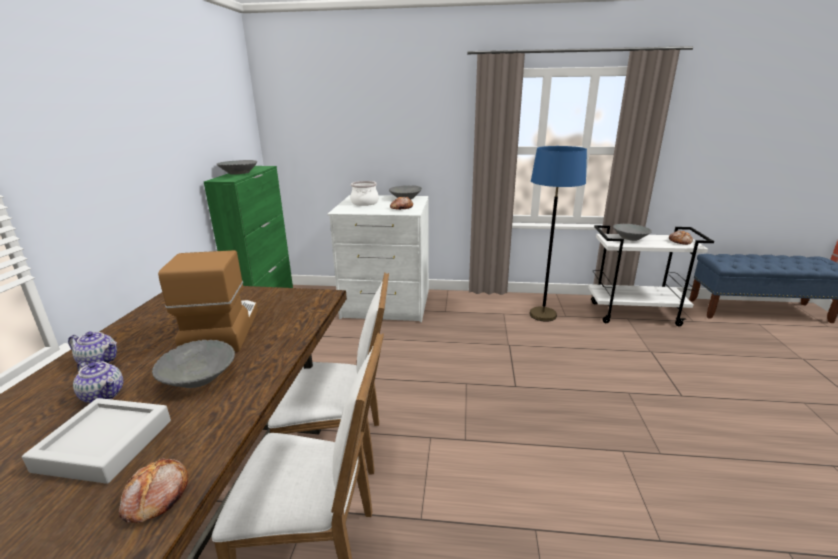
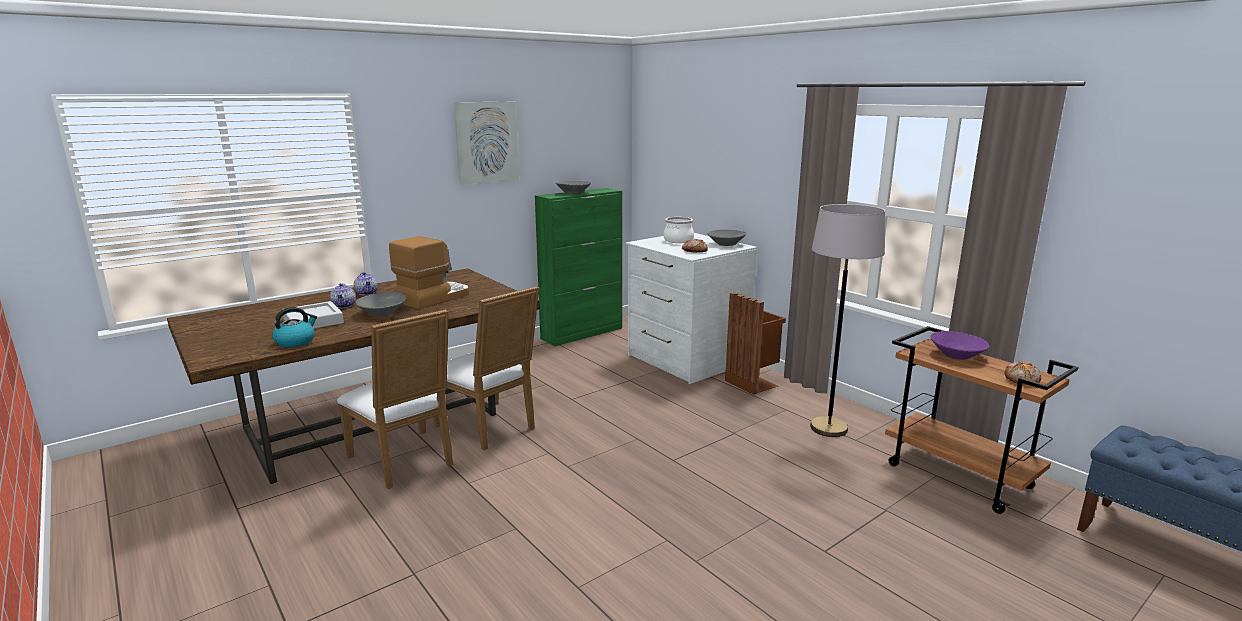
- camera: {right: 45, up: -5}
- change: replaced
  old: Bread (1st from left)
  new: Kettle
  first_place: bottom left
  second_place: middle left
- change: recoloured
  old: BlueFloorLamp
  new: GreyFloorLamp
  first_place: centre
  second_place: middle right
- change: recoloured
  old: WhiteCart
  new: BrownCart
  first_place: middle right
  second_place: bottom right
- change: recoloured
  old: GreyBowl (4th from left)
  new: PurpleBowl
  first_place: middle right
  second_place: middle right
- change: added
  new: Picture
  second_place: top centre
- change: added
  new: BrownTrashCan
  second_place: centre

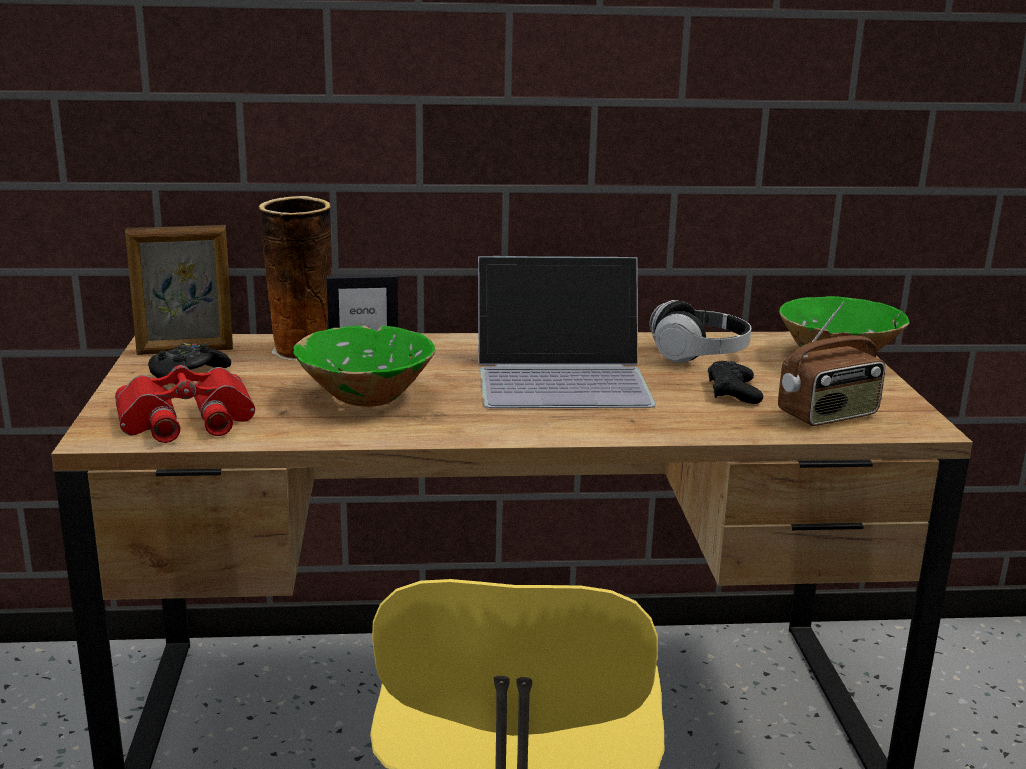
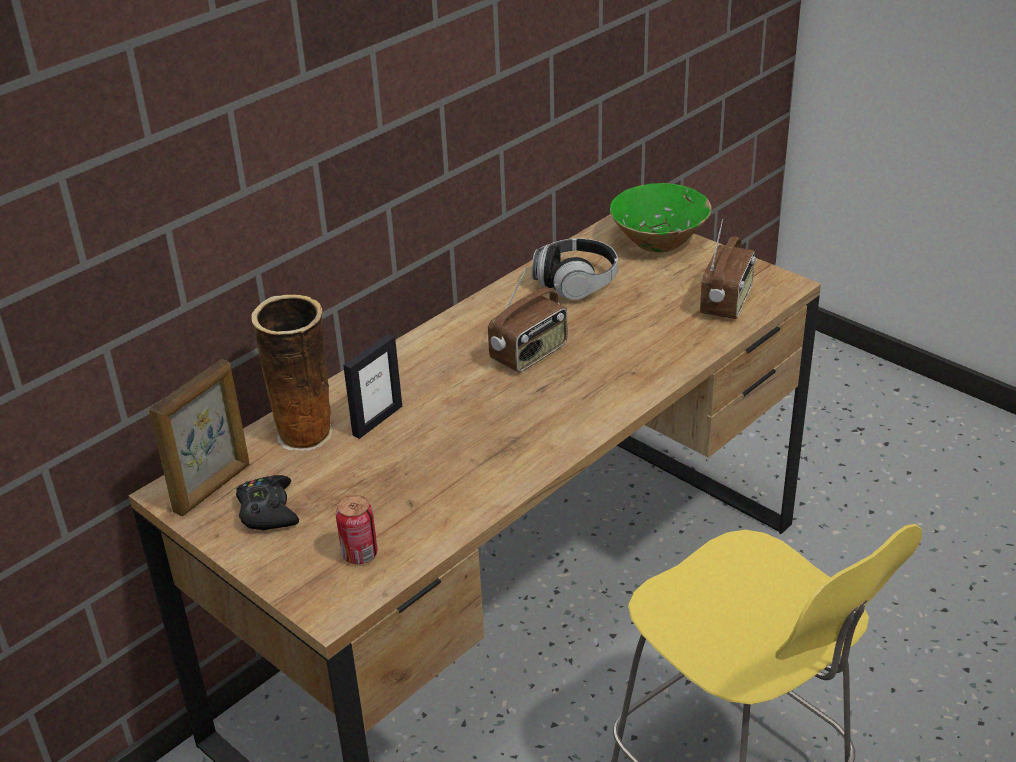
- camera: {right: -40, up: 15}
- change: replaced
  old: RedBinoculars
  new: Can
  first_place: middle left
  second_place: bottom centre
- change: removed
  old: GreenBowl (1st from left)
  first_place: centre
- change: replaced
  old: Laptop
  new: Radio (1st from left)
  first_place: centre
  second_place: centre
- change: removed
  old: BlackGameController (2nd from left)
  first_place: middle right

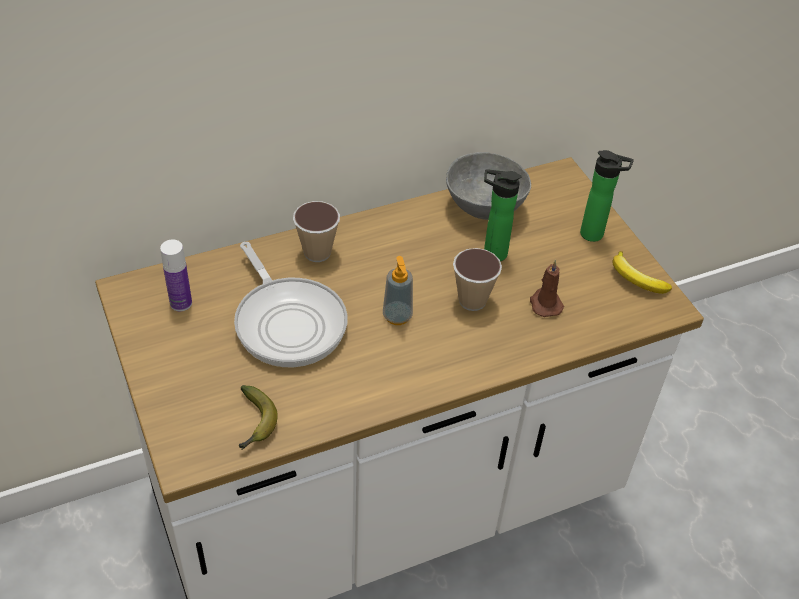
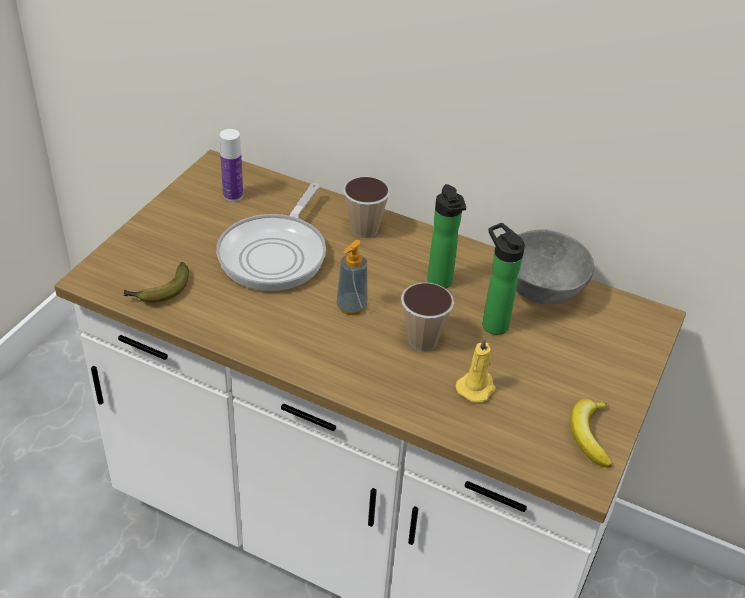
- camera: {right: 50, up: -5}
- change: recoloured
  old: BrownCandle
  new: YellowCandle
  first_place: middle right
  second_place: centre
- change: moved
  old: Bottle (3rd from left in the first image)
  new: Bottle (2nd from left)
  first_place: top right
  second_place: centre

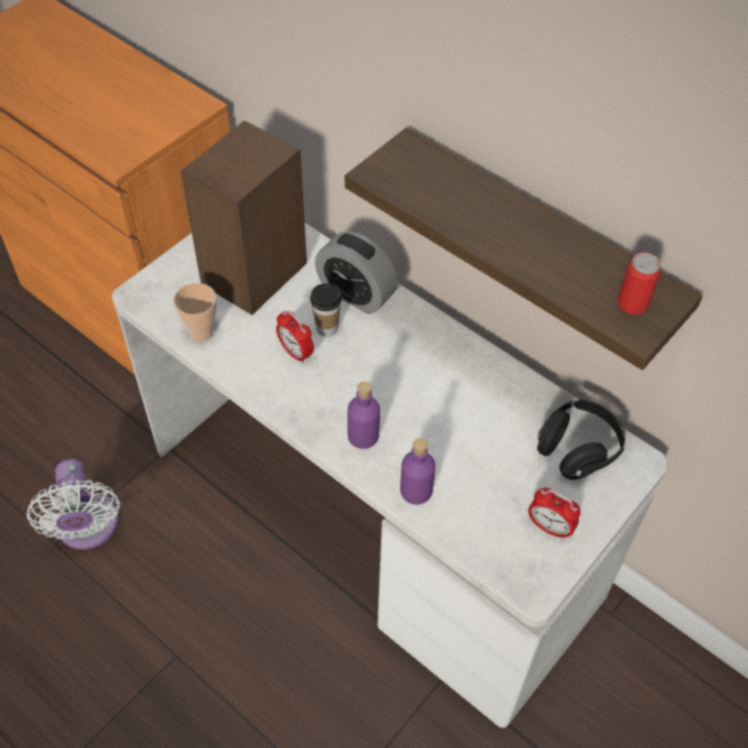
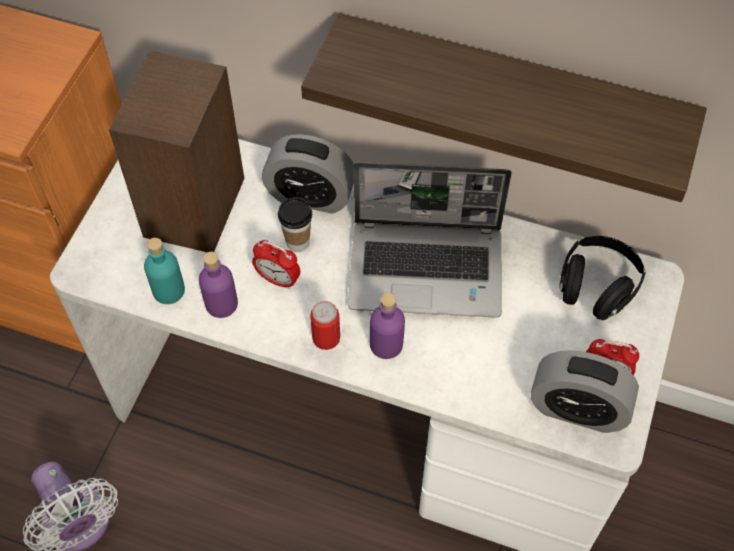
- camera: {right: -20, up: 5}
- change: replaced
  old: Cup (1st from left)
  new: TurquoiseBottle
  first_place: middle left
  second_place: middle left
- change: moved
  old: PurpleBottle (2nd from left in the first image)
  new: PurpleBottle (1st from left)
  first_place: centre
  second_place: middle left
- change: moved
  old: Can
  first_place: middle right
  second_place: centre
- change: added
  new: Laptop
  second_place: centre
- change: added
  new: AlarmClock (3rd from left)
  second_place: bottom right

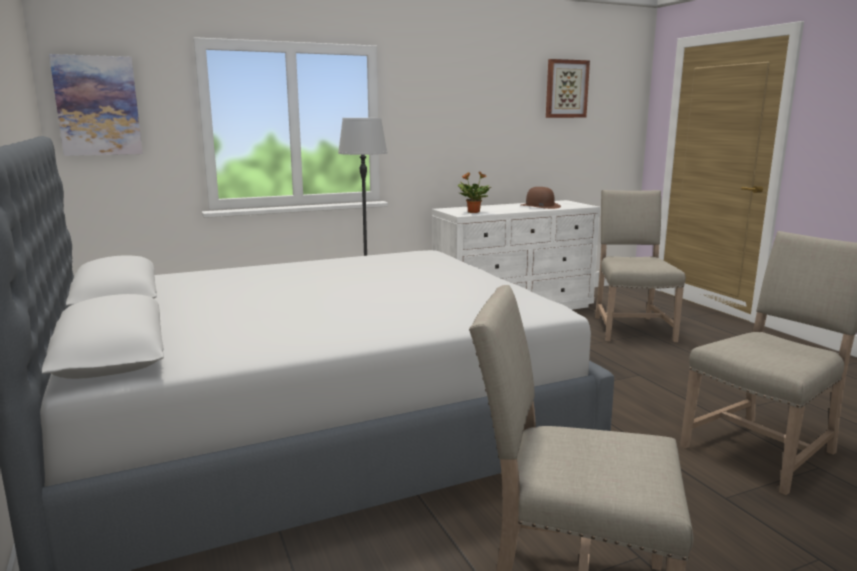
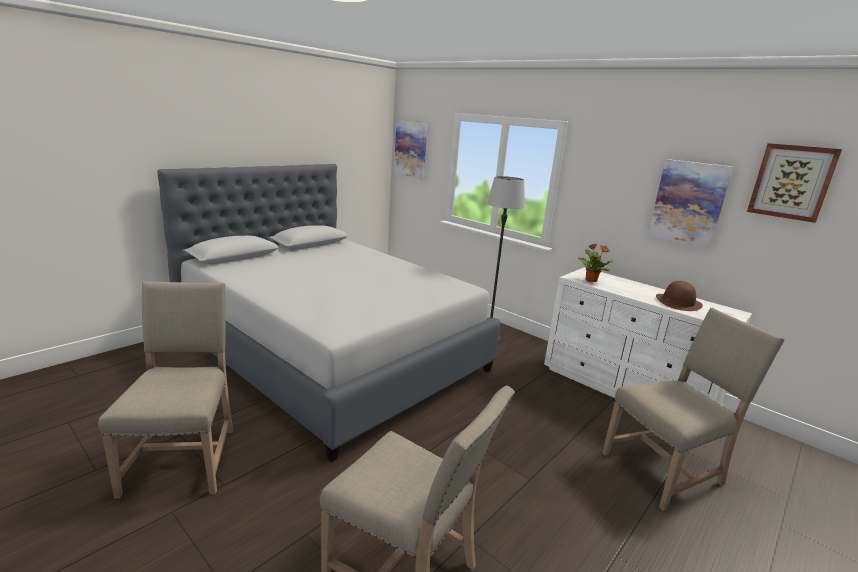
- camera: {right: 65, up: 5}
- change: added
  new: Picture (2nd from left)
  second_place: middle right

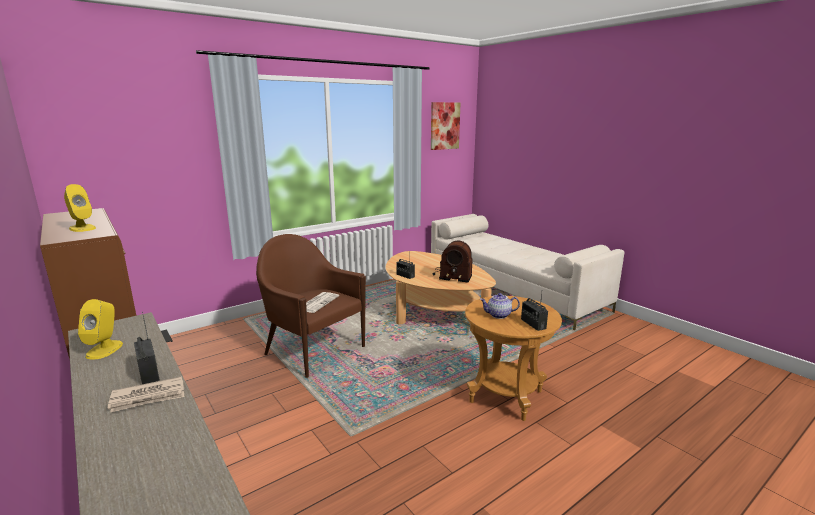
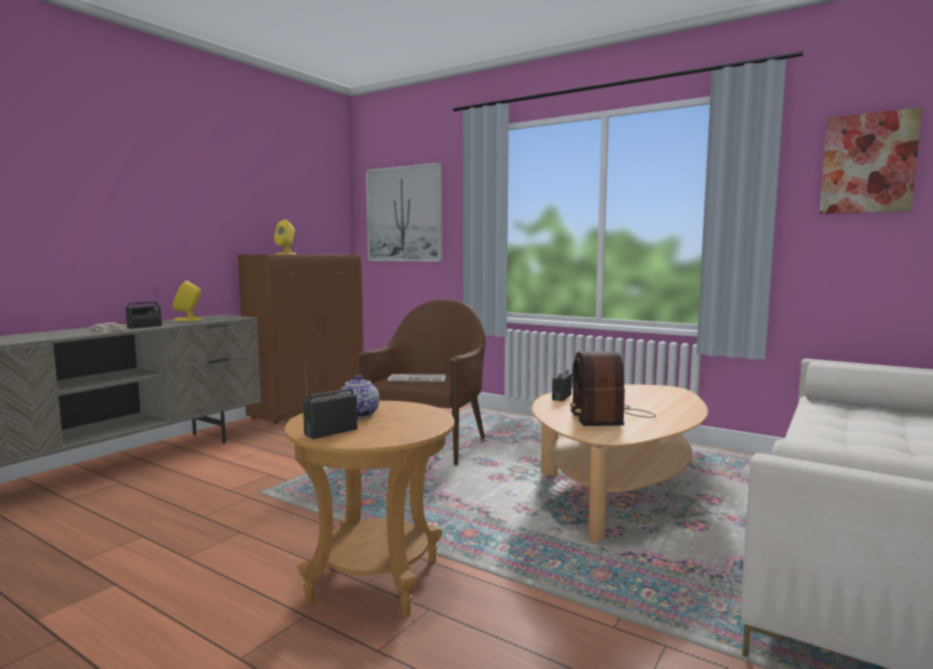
- camera: {right: 70, up: -10}
- change: added
  new: Picture (1st from left)
  second_place: top centre

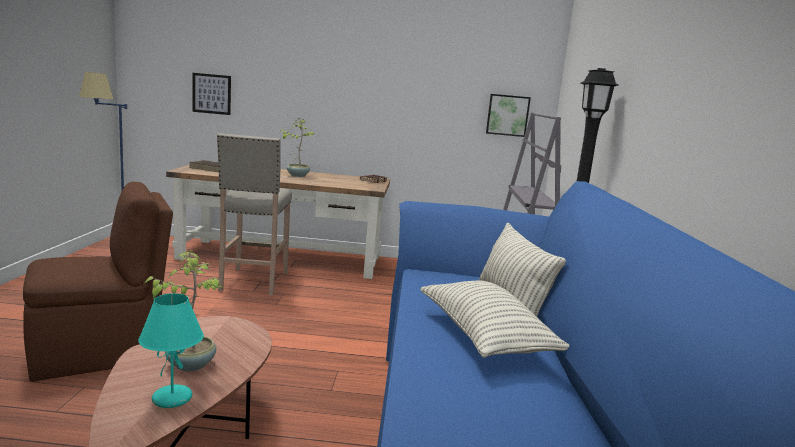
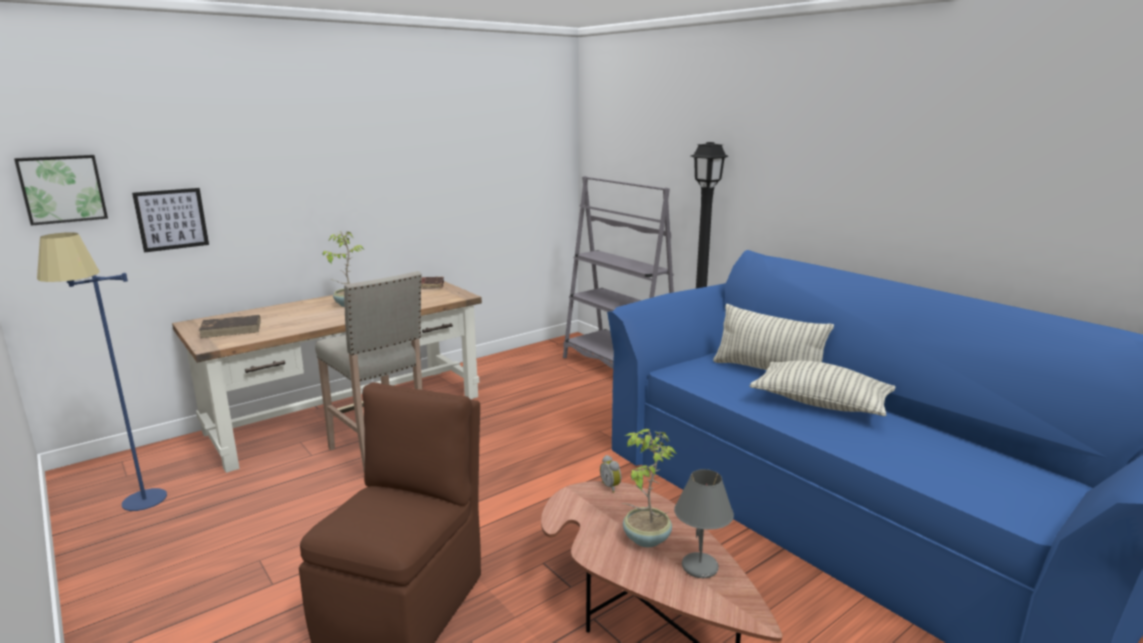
- camera: {right: -40, up: 5}
- change: recoloured
  old: TurquoiseTableLamp
  new: GreyTableLamp
  first_place: bottom left
  second_place: bottom centre
- change: moved
  old: Picture (2nd from left in the first image)
  new: Picture (1st from left)
  first_place: top centre
  second_place: top left
- change: added
  new: AlarmClock
  second_place: bottom centre

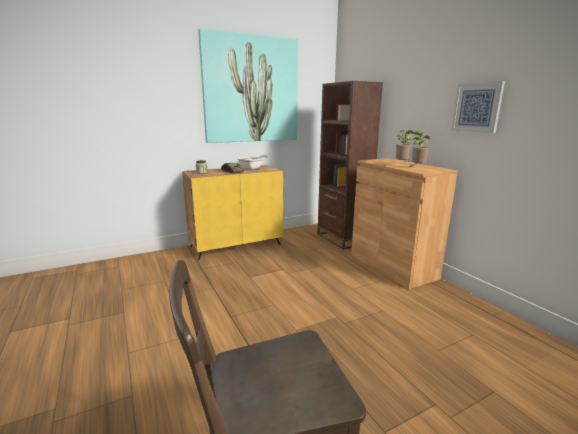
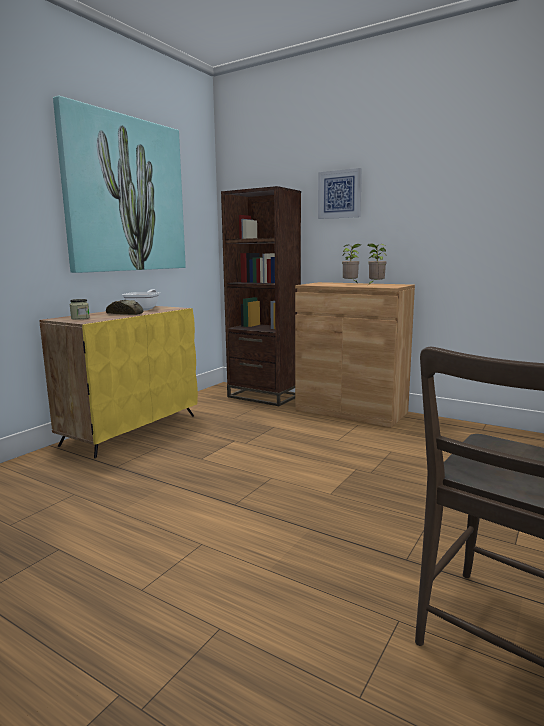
- camera: {right: -30, up: -5}
- change: moved
  old: Picture (2nd from left)
  first_place: top right
  second_place: top centre

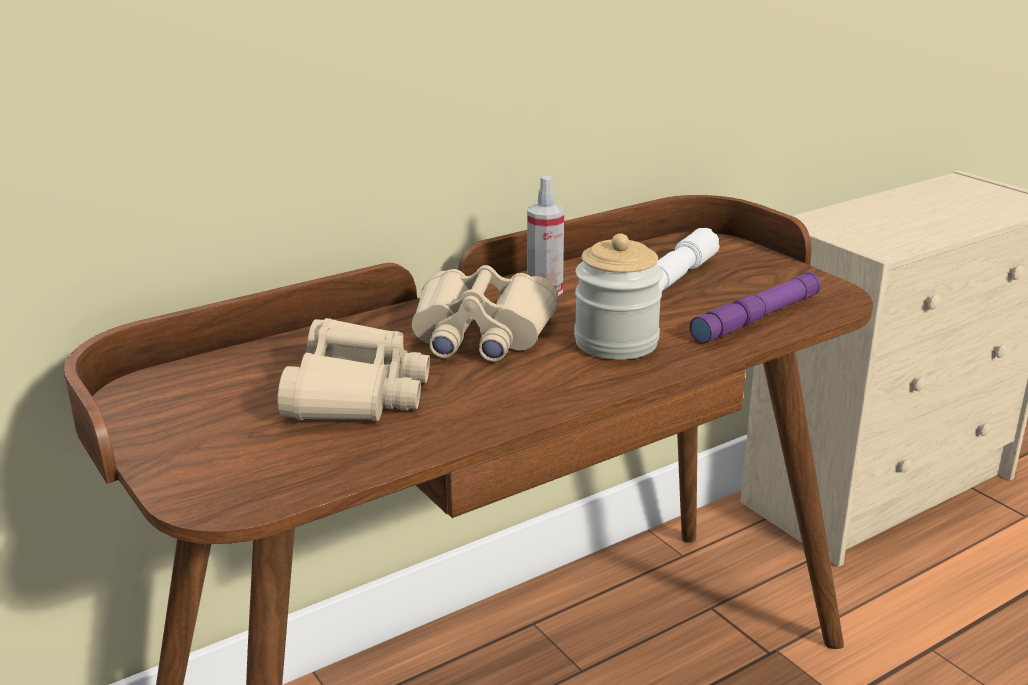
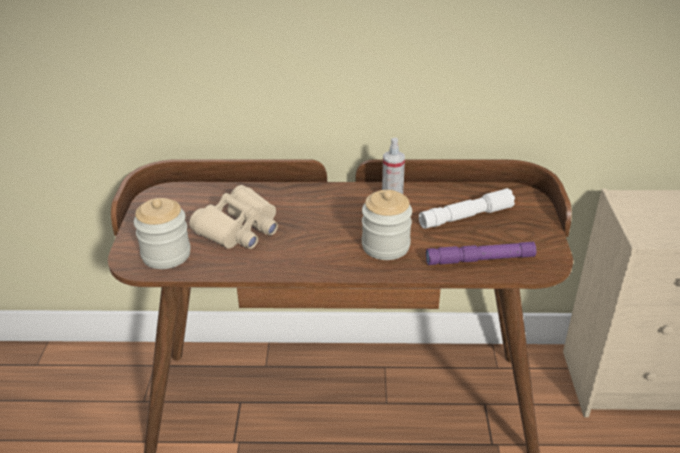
- camera: {right: 35, up: 10}
- change: removed
  old: BeigeBinoculars (2nd from left)
  first_place: centre
- change: added
  new: Jar (1st from left)
  second_place: middle left

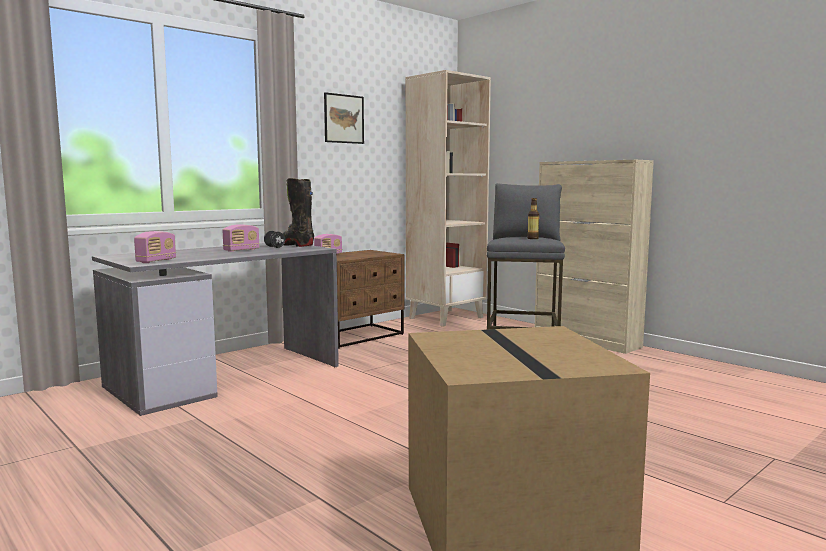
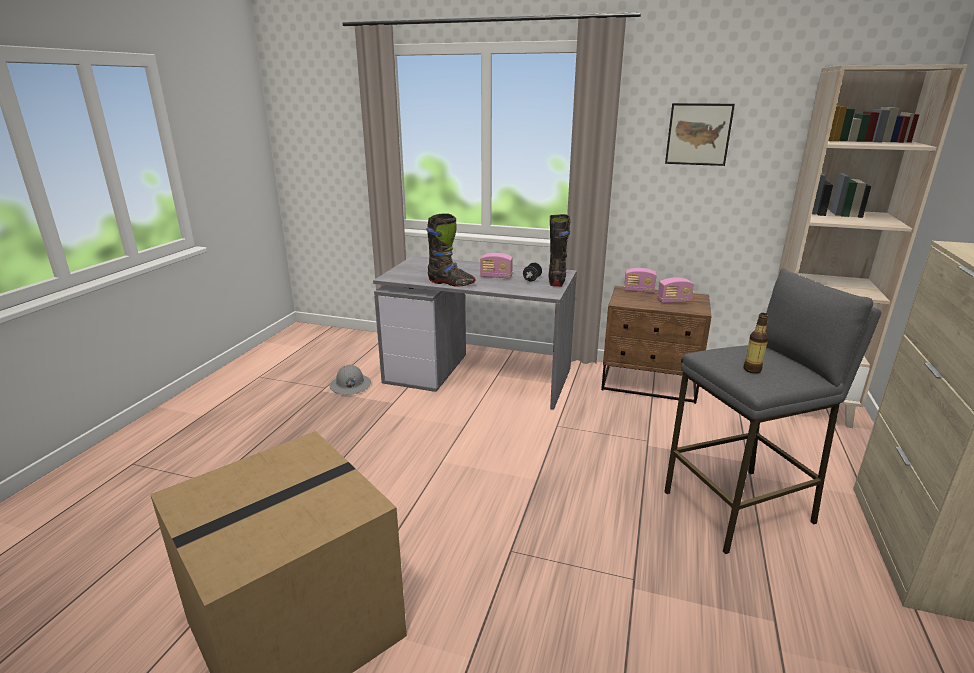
- camera: {right: 60, up: 15}
- change: moved
  old: Radio (1st from left in the first image)
  new: Radio (3rd from left)
  first_place: middle left
  second_place: middle right
- change: added
  new: GreyHardHat
  second_place: centre
- change: added
  new: BlackBoot (1st from left)
  second_place: centre

